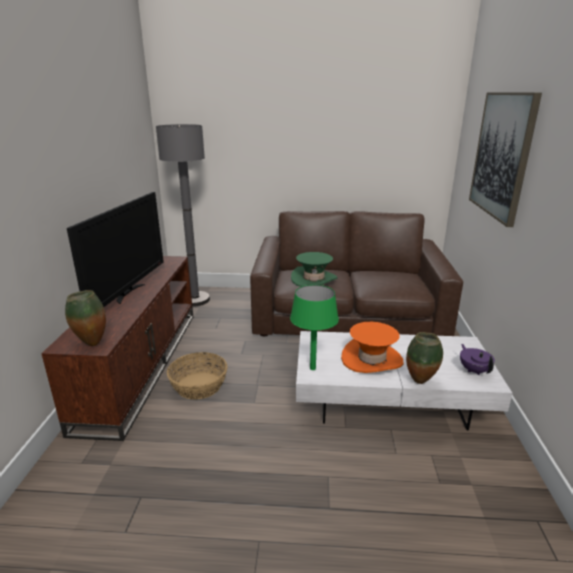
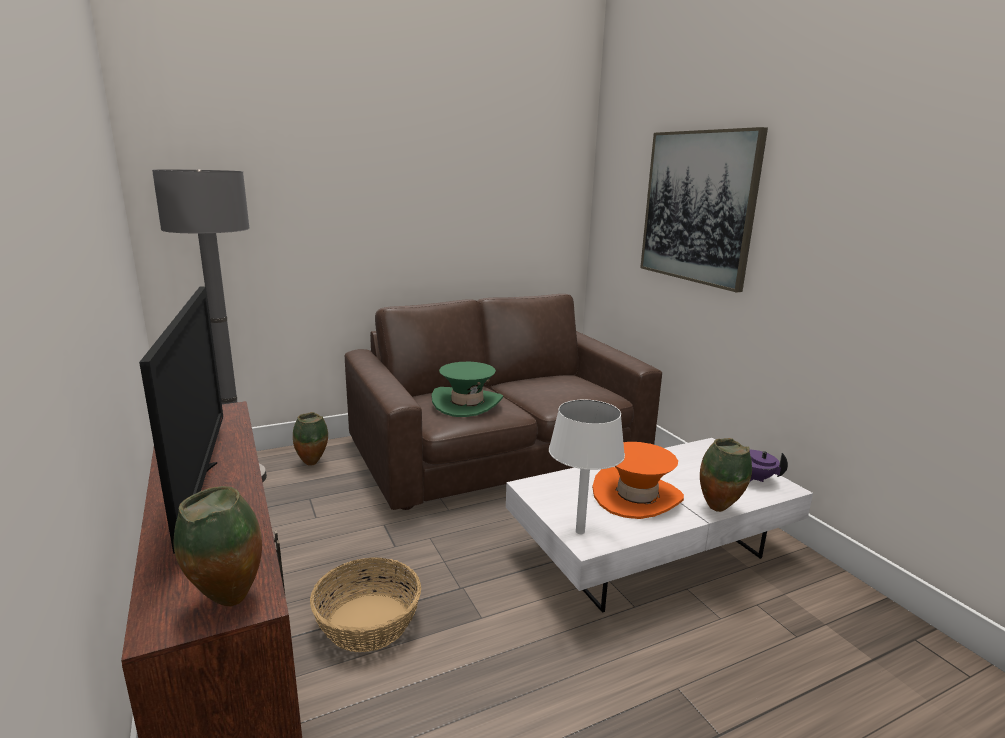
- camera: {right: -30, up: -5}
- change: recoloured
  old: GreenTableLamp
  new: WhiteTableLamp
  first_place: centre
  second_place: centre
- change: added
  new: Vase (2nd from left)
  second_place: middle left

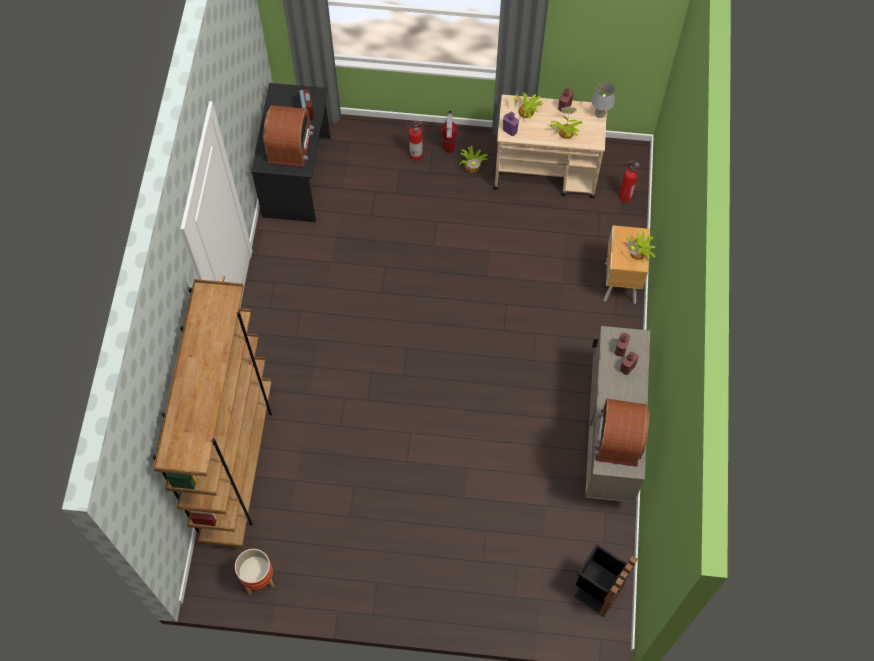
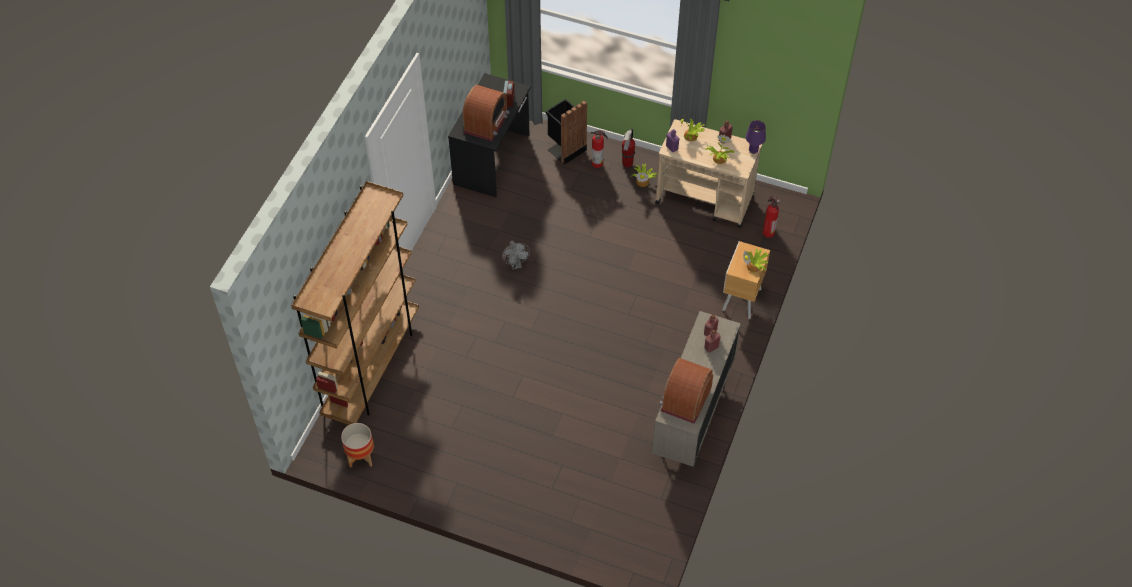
- camera: {right: 15, up: -10}
- change: moved
  old: BlackTrashCan
  first_place: bottom right
  second_place: top centre
- change: recoloured
  old: GreyTableLamp
  new: PurpleTableLamp
  first_place: top right
  second_place: top right
- change: added
  new: GreyFan
  second_place: centre

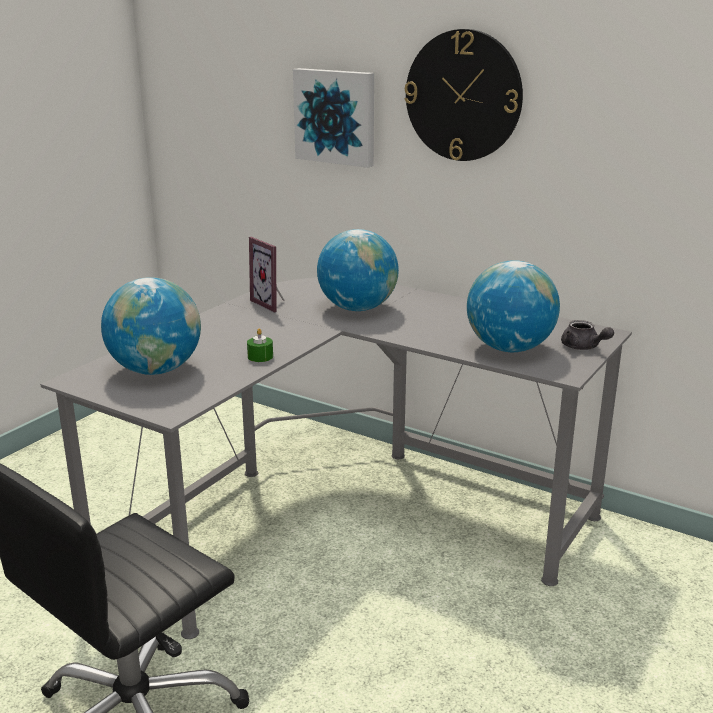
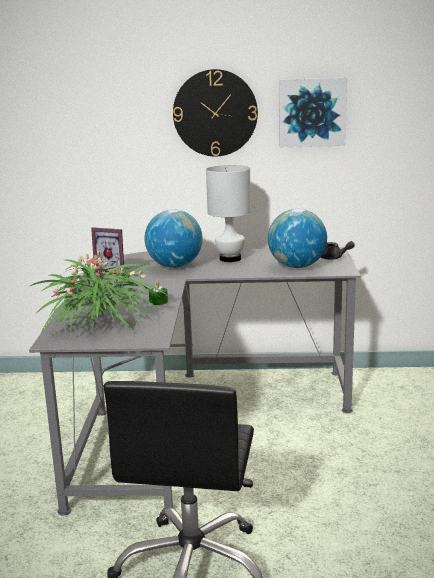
- camera: {right: -30, up: -5}
- change: replaced
  old: Globe (1st from left)
  new: PottedPlant
  first_place: middle left
  second_place: middle left
- change: moved
  old: Picture
  first_place: top centre
  second_place: top right
- change: added
  new: WhiteTableLamp
  second_place: centre

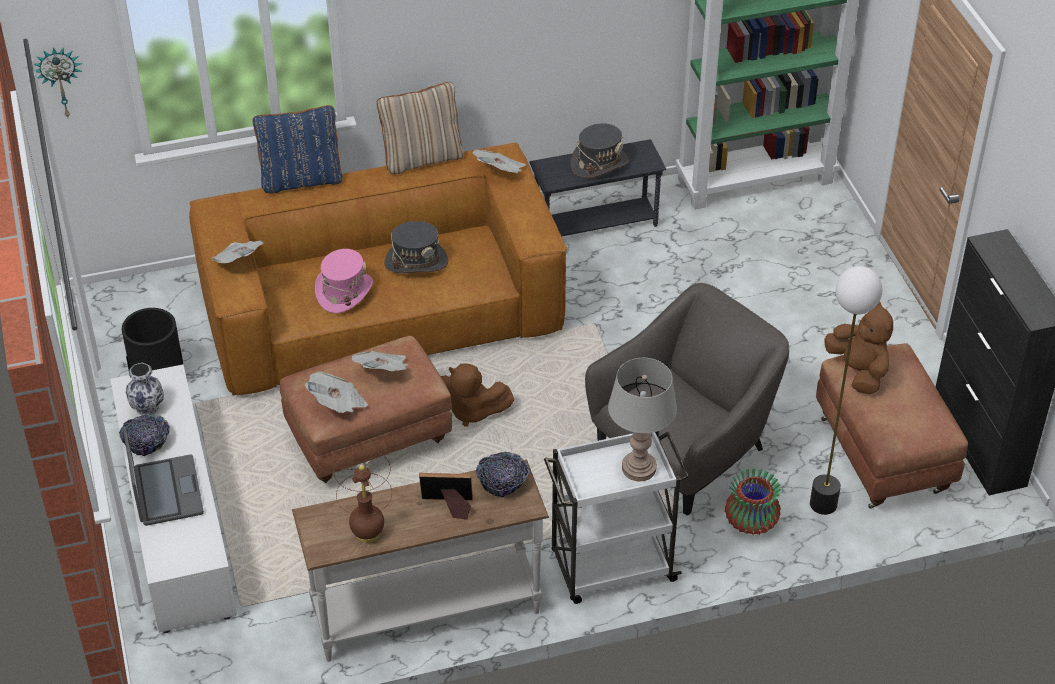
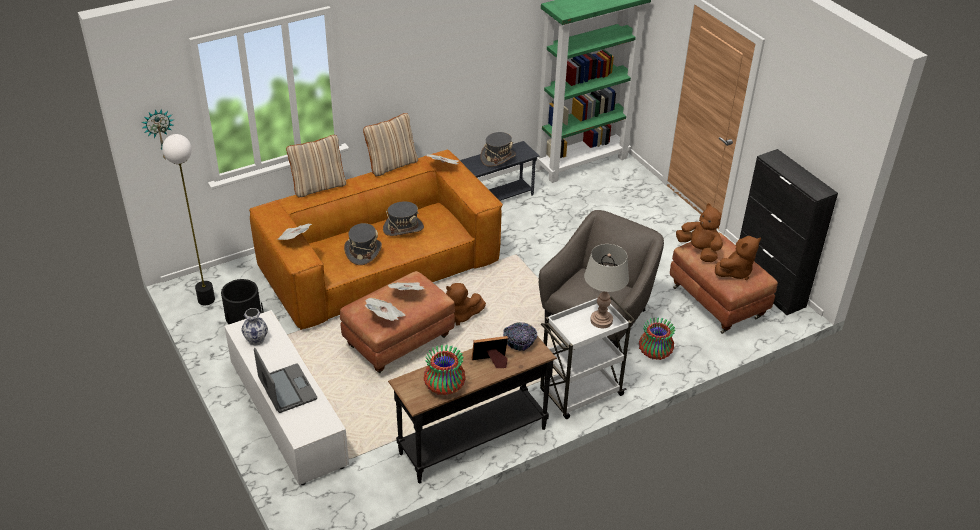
- camera: {right: -15, up: -5}
- change: removed
  old: Bowl (1st from left)
  first_place: middle left
- change: recoloured
  old: BluePillow
  new: BeigePillow (1st from left)
  first_place: top left
  second_place: top left
- change: recoloured
  old: WhiteConsoleTable
  new: BlackConsoleTable
  first_place: bottom centre
  second_place: bottom centre
- change: recoloured
  old: PinkHat
  new: GreyHat (1st from left)
  first_place: middle left
  second_place: centre
- change: replaced
  old: BrownTableLamp
  new: Vase (2nd from left)
  first_place: bottom centre
  second_place: bottom centre
- change: moved
  old: FloorLamp
  first_place: middle right
  second_place: middle left
- change: added
  new: BrownPlushToy (3rd from left)
  second_place: middle right

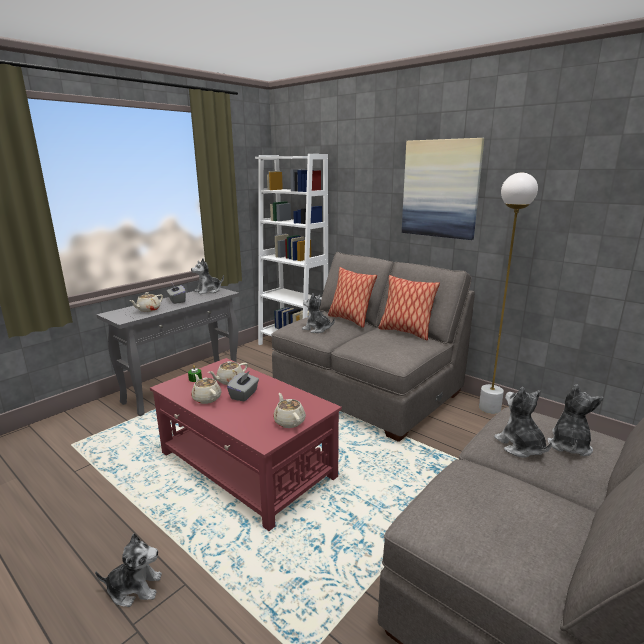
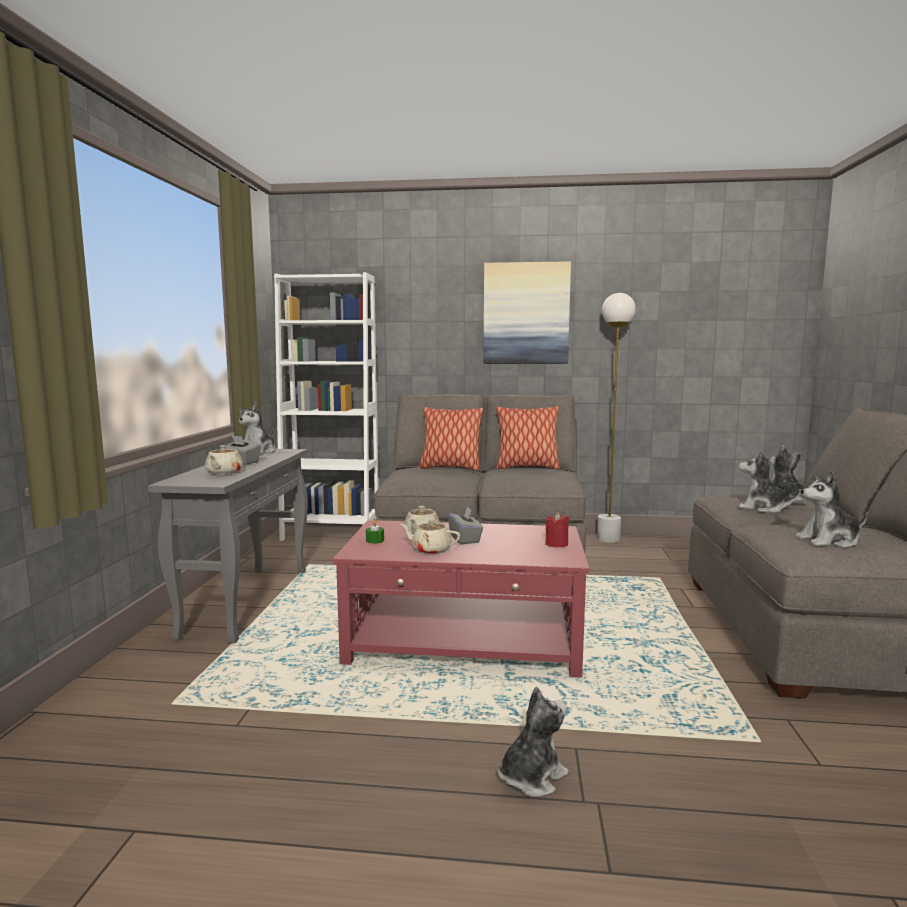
- camera: {right: -35, up: -10}
- change: replaced
  old: BeigeTeapot (4th from left)
  new: RedCandle
  first_place: centre
  second_place: centre
- change: moved
  old: PlushToy (3rd from left in the first image)
  new: PlushToy (5th from left)
  first_place: centre
  second_place: middle right

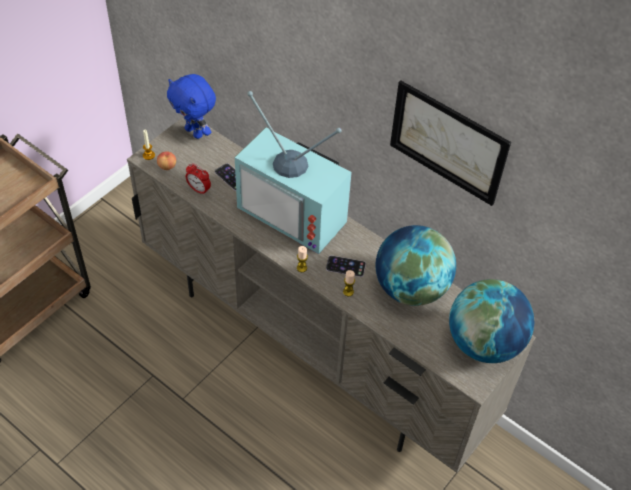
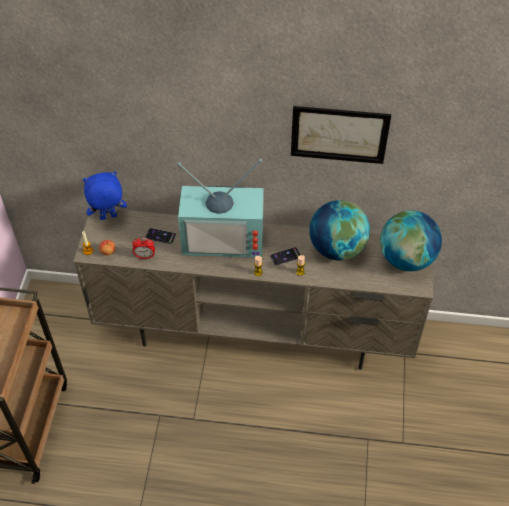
- camera: {right: -30, up: 0}
- change: turned
  old: BluePlushToy
  first_place: top left
  second_place: middle left
  degrees: 150

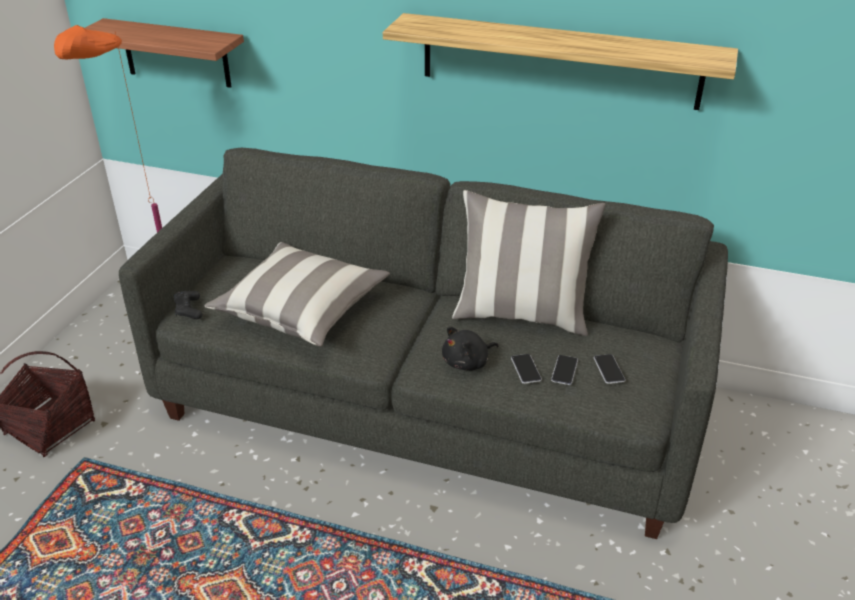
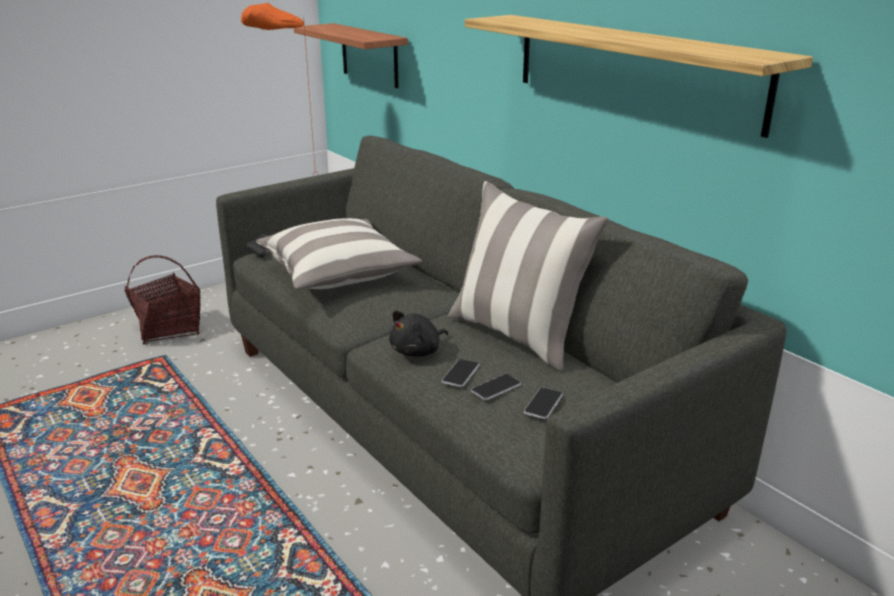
- camera: {right: 35, up: -10}
- change: turned
  old: BlackPlushToy
  first_place: centre
  second_place: centre
  degrees: -45

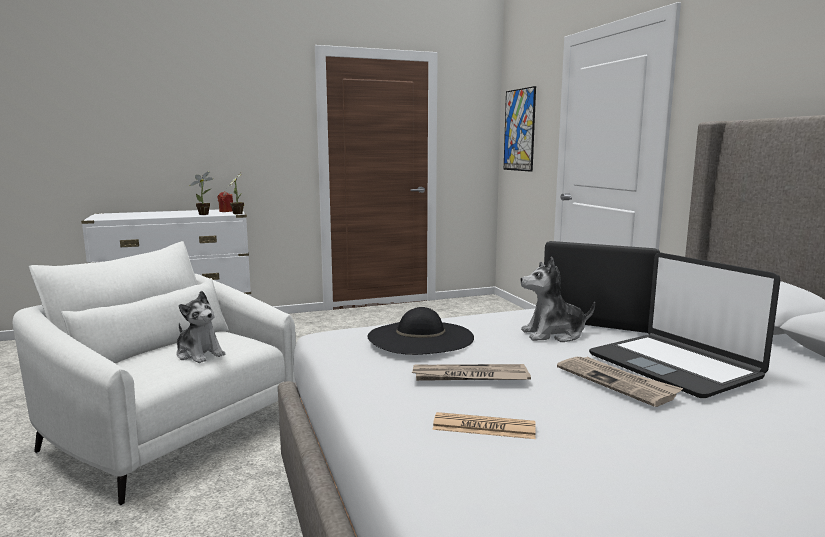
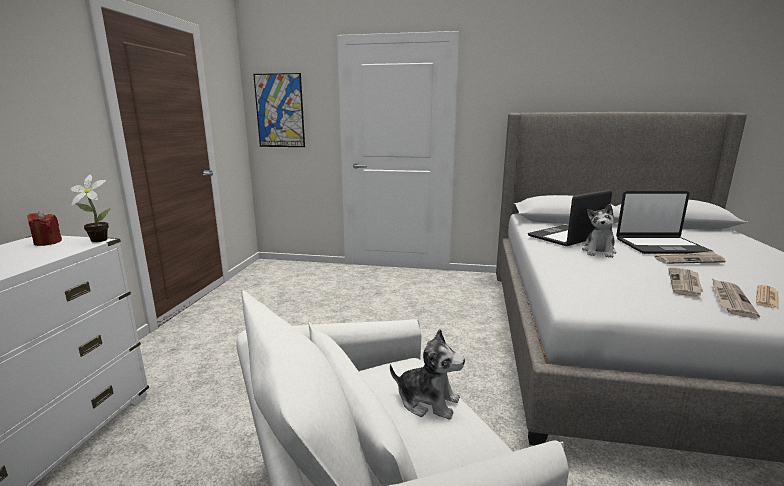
- camera: {right: -60, up: 5}
- change: turned
  old: PlushToy (1st from left)
  first_place: middle left
  second_place: bottom centre
  degrees: 45
- change: removed
  old: PottedPlant (1st from left)
  first_place: middle left
- change: removed
  old: BlackHat
  first_place: centre
- change: added
  new: Newspaper (3rd from left)
  second_place: middle right

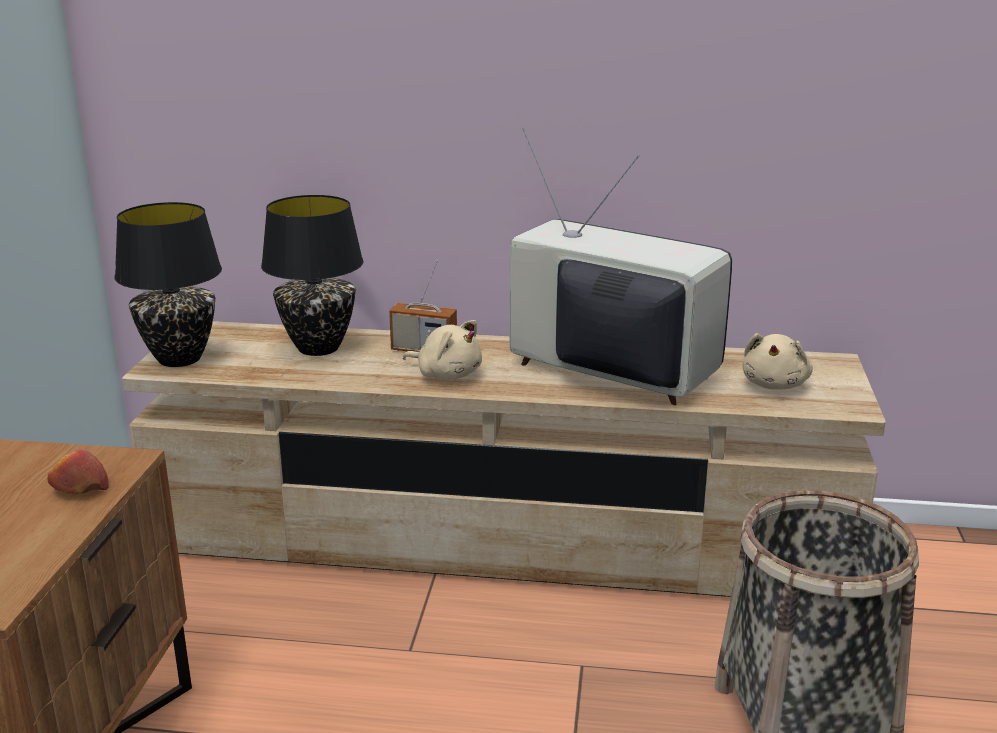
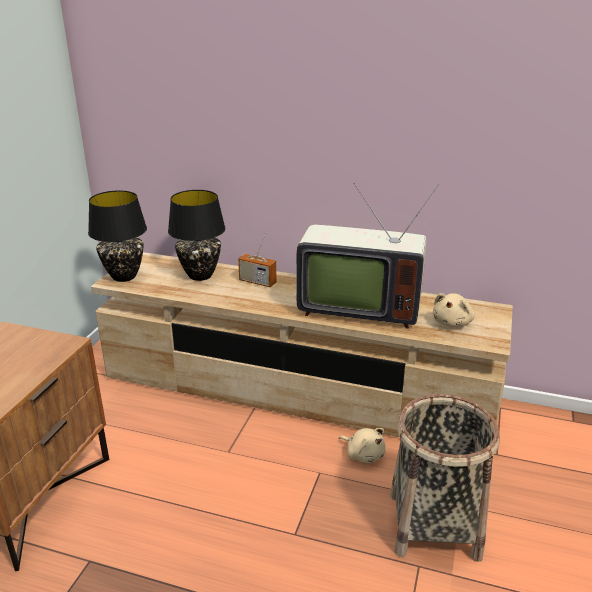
- camera: {right: 10, up: 5}
- change: removed
  old: Apple
  first_place: middle left
- change: moved
  old: BeigePlushToy (1st from left)
  first_place: centre
  second_place: bottom centre
- change: turned
  old: Television
  first_place: centre
  second_place: centre
  degrees: 150

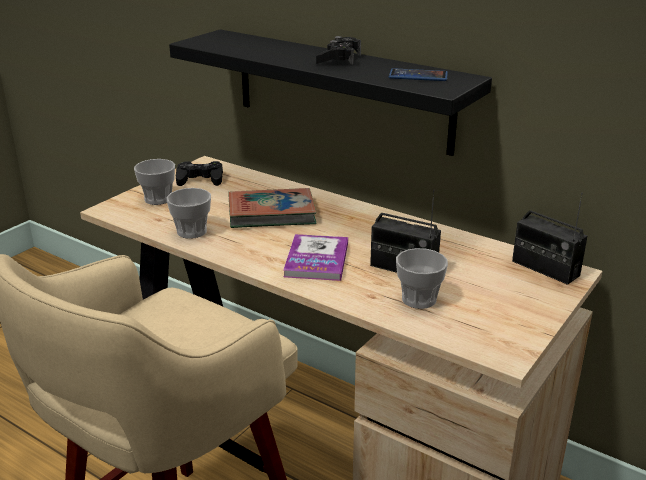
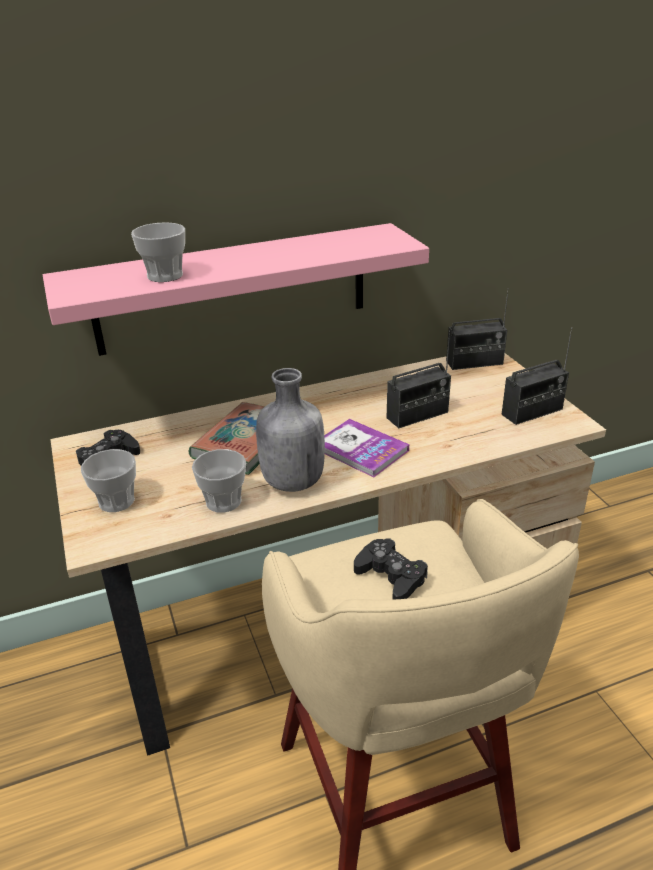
- camera: {right: -55, up: 5}
- change: recoloured
  old: BlackShelf
  new: PinkShelf
  first_place: top centre
  second_place: top centre
- change: moved
  old: BlackGameController (2nd from left)
  first_place: top centre
  second_place: centre
- change: removed
  old: Phone
  first_place: top centre
- change: moved
  old: Cup (3rd from left in the first image)
  new: Cup (2nd from left)
  first_place: centre
  second_place: top left
- change: added
  new: GreyBottle
  second_place: centre
- change: added
  new: Radio (3rd from left)
  second_place: middle right

